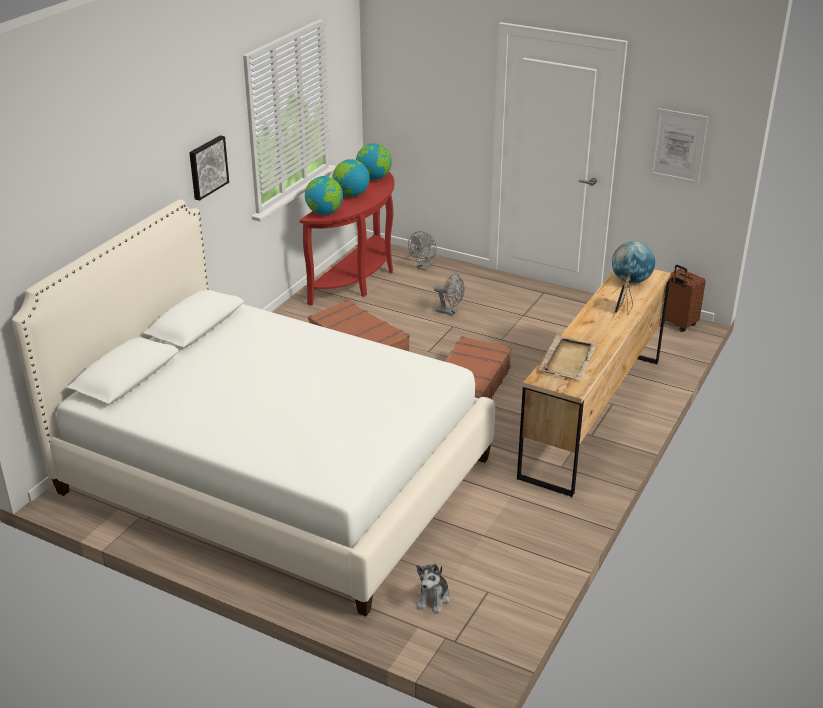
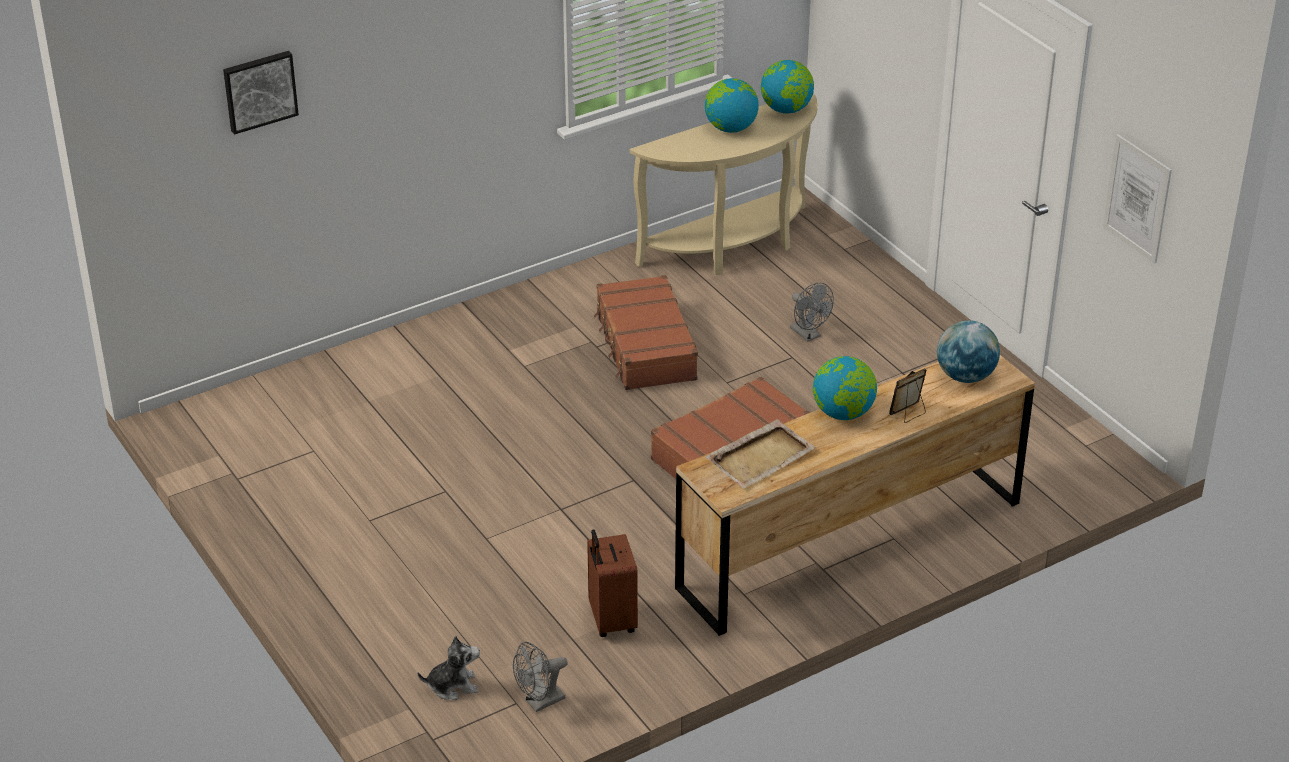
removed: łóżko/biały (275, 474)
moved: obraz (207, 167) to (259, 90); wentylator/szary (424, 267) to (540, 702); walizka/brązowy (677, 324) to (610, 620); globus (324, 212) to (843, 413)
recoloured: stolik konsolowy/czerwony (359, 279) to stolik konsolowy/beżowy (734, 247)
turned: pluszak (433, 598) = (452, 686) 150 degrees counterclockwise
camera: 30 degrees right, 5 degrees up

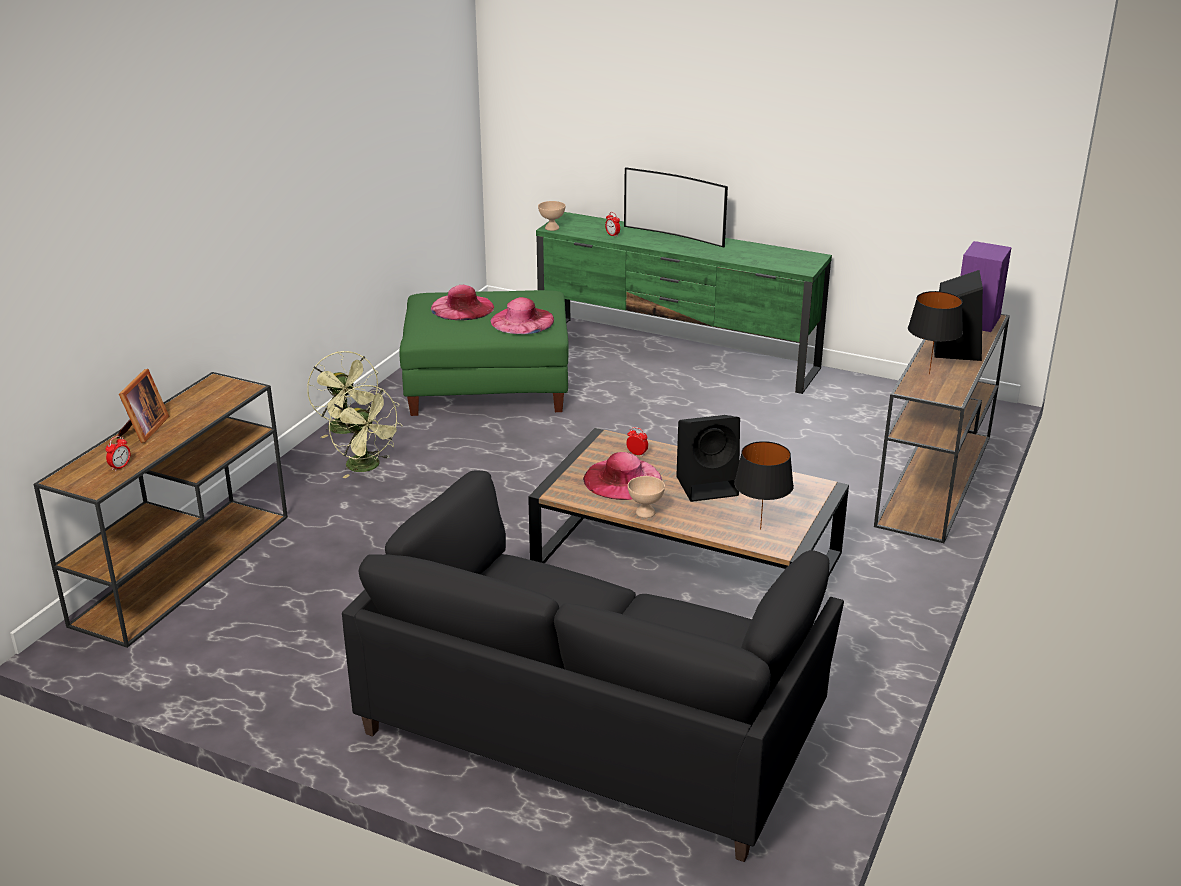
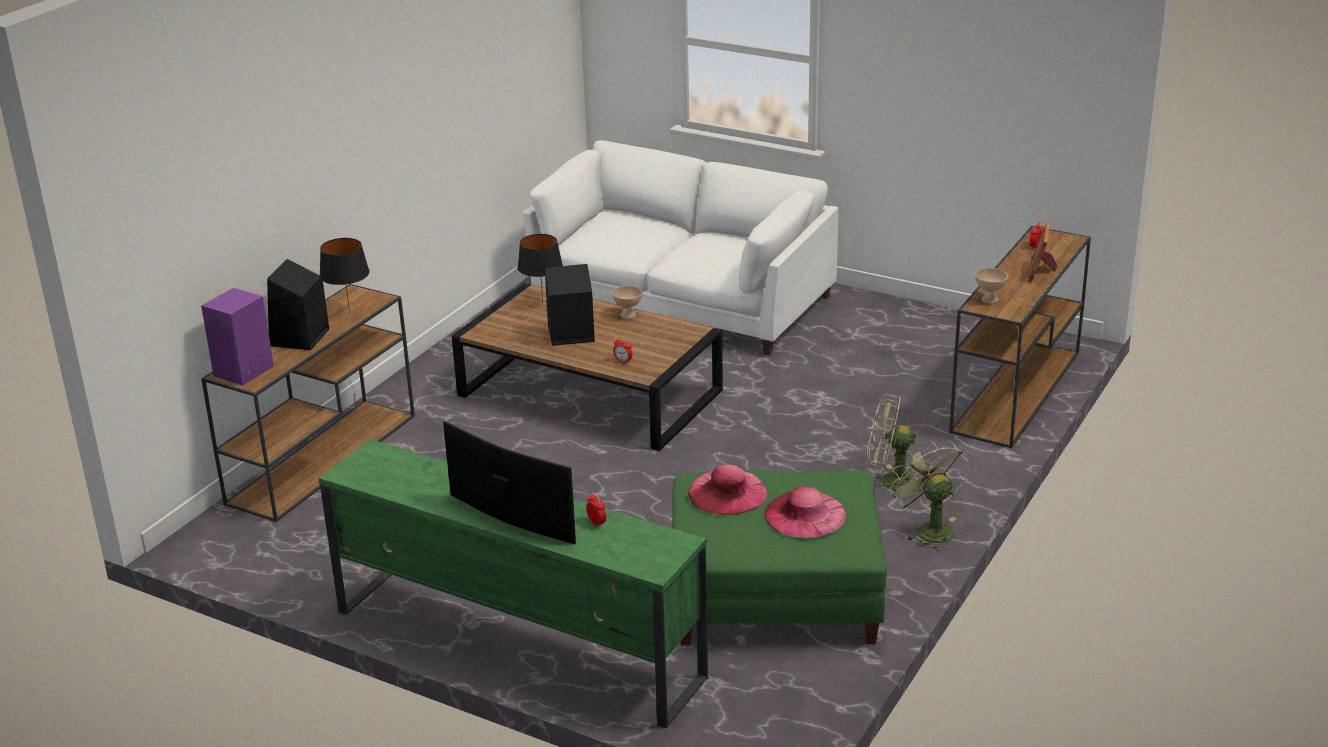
removed: kapelusz/różowy (622, 479)
moved: miska/beżowy (551, 228) to (990, 300)
recoloured: kanapa/czarny (592, 724) to kanapa/biały (683, 299)
turned: wentylator/zielony (368, 467) = (890, 482) 45 degrees counterclockwise
camera: 175 degrees left, 0 degrees up

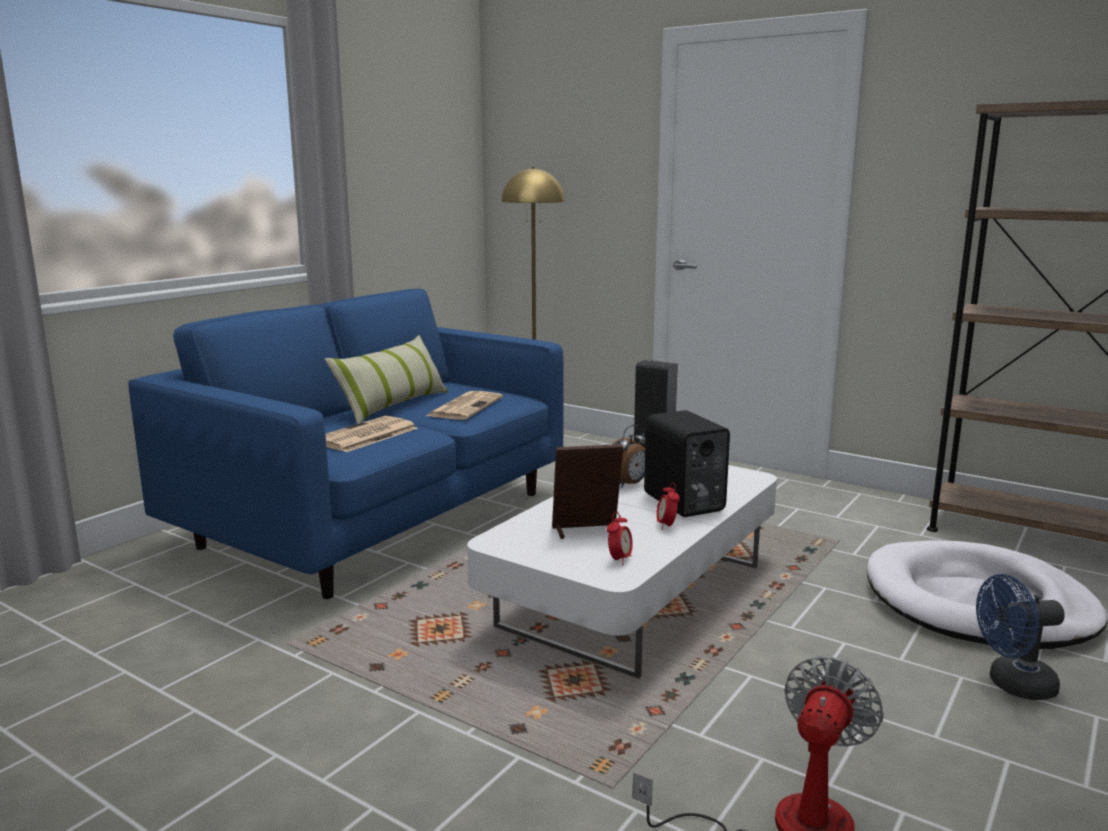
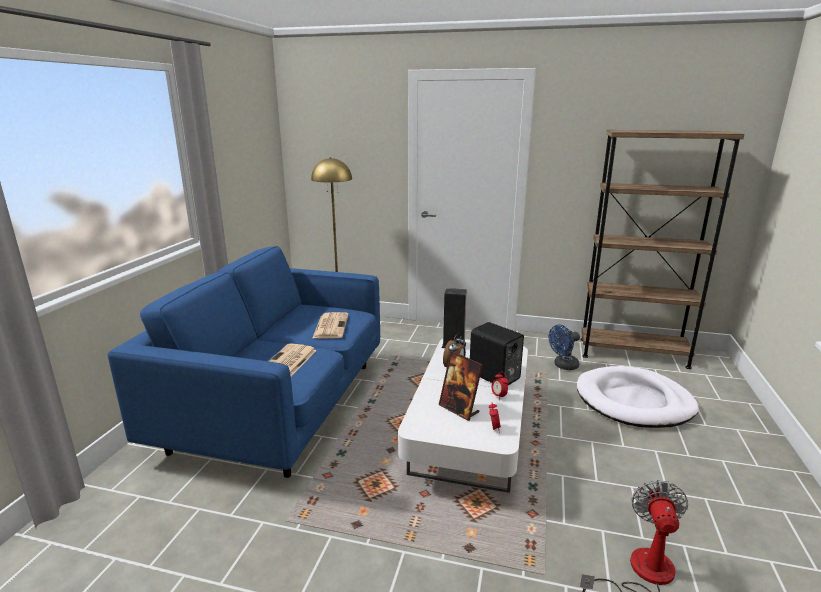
removed: poduszka (393, 406)
moved: wentylator/niebieski (1012, 685) to (563, 366)
turned: ramka na zdjęcie (586, 531) = (459, 409) 105 degrees counterclockwise
camera: 20 degrees left, 5 degrees up

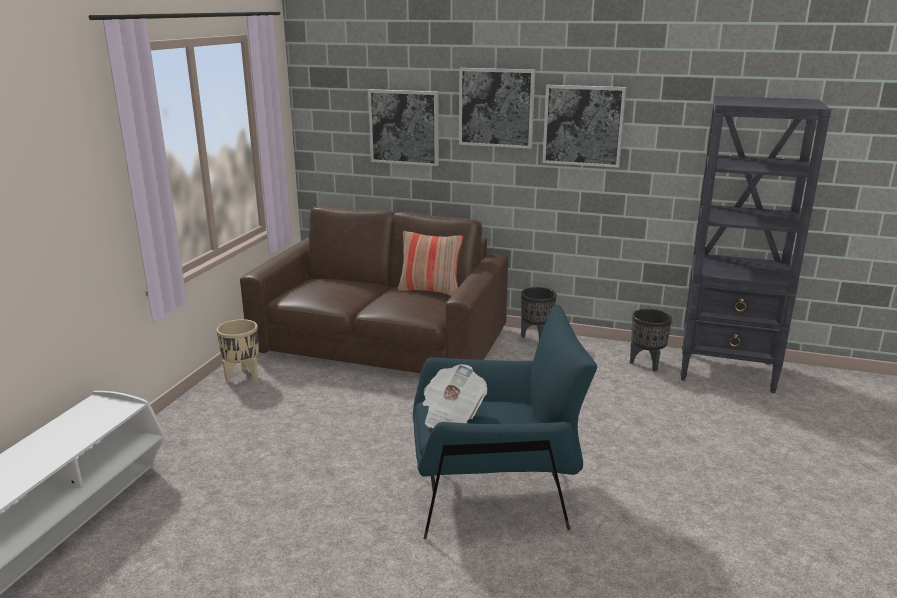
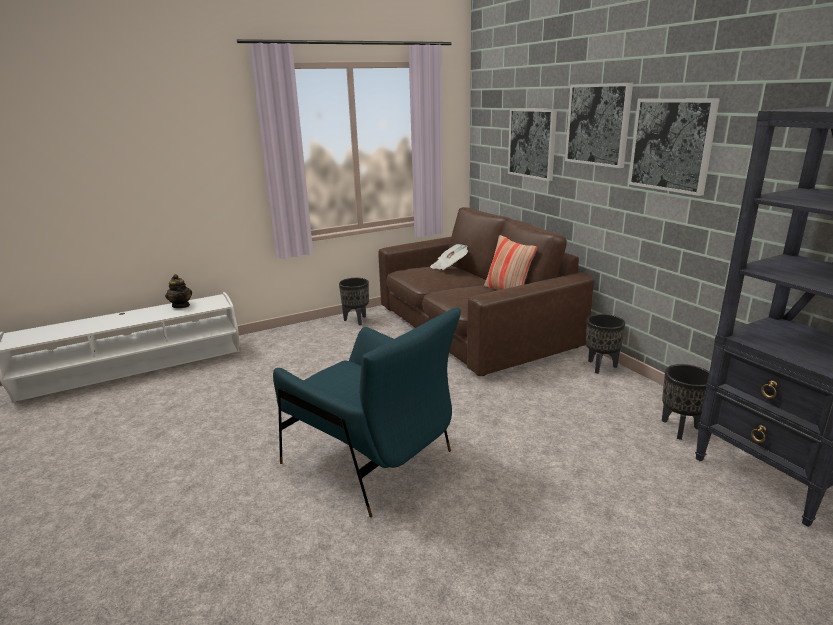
added: imbryk (181, 305)
moved: gazeta (451, 413) to (449, 266)
recoloured: donica/beżowy (243, 376) to donica/czarny (356, 320)
camera: 45 degrees right, 0 degrees up

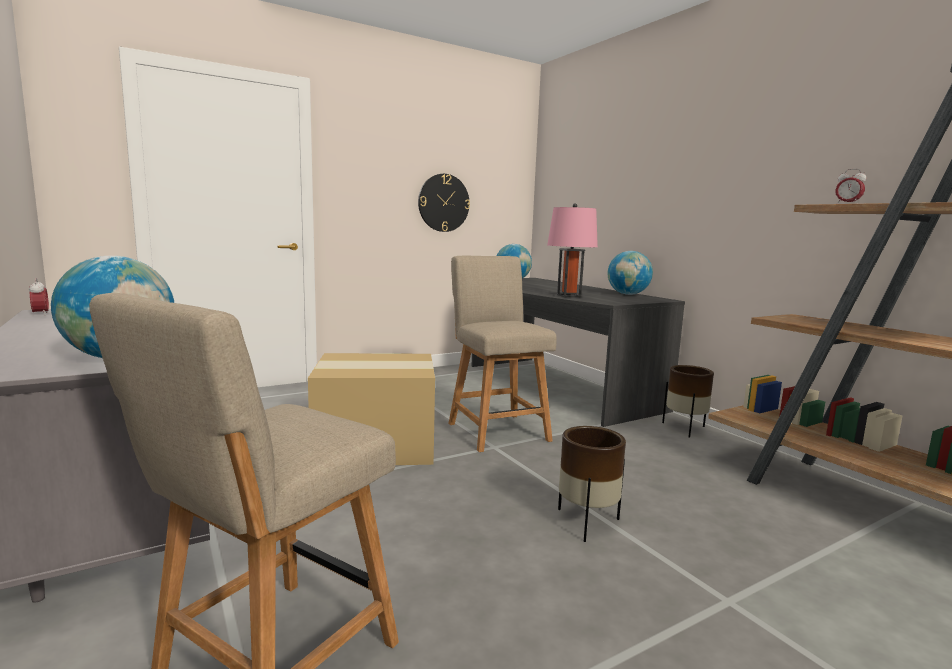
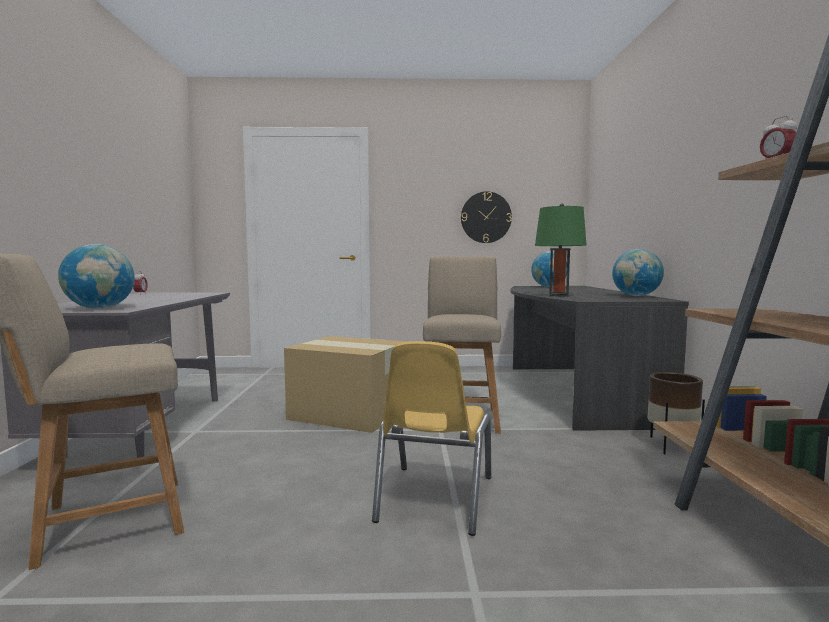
replaced: donica/brązowy (586, 523) to krzesło/żółty (434, 498)
recoloured: lampa stołowa/różowy (569, 296) to lampa stołowa/zielony (558, 295)
camera: 30 degrees right, 5 degrees down

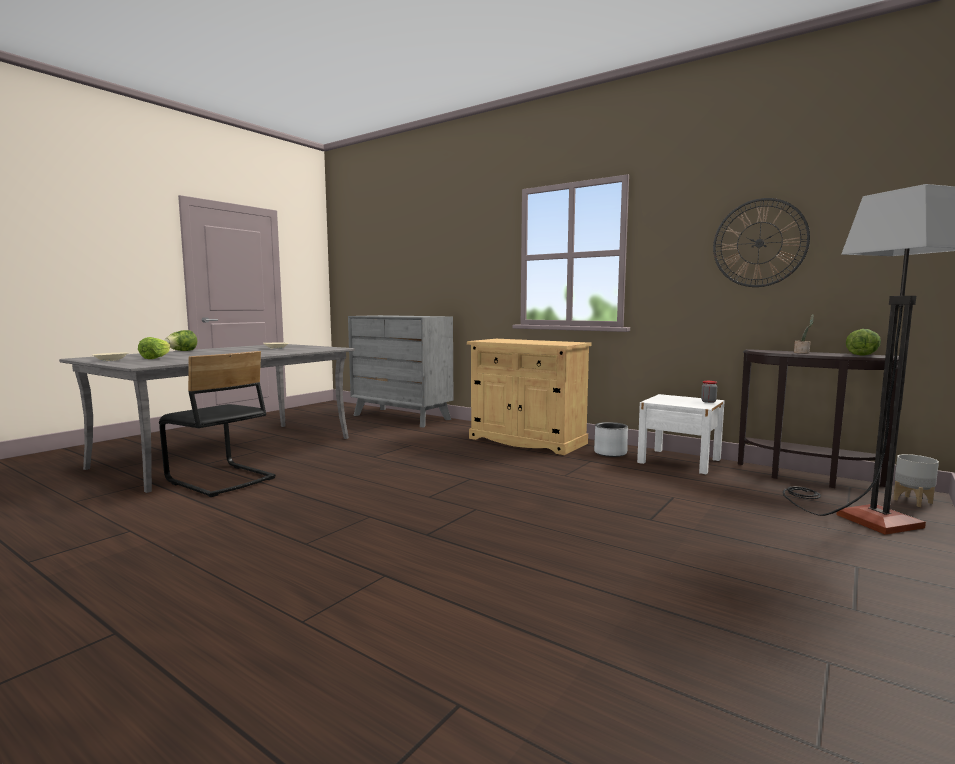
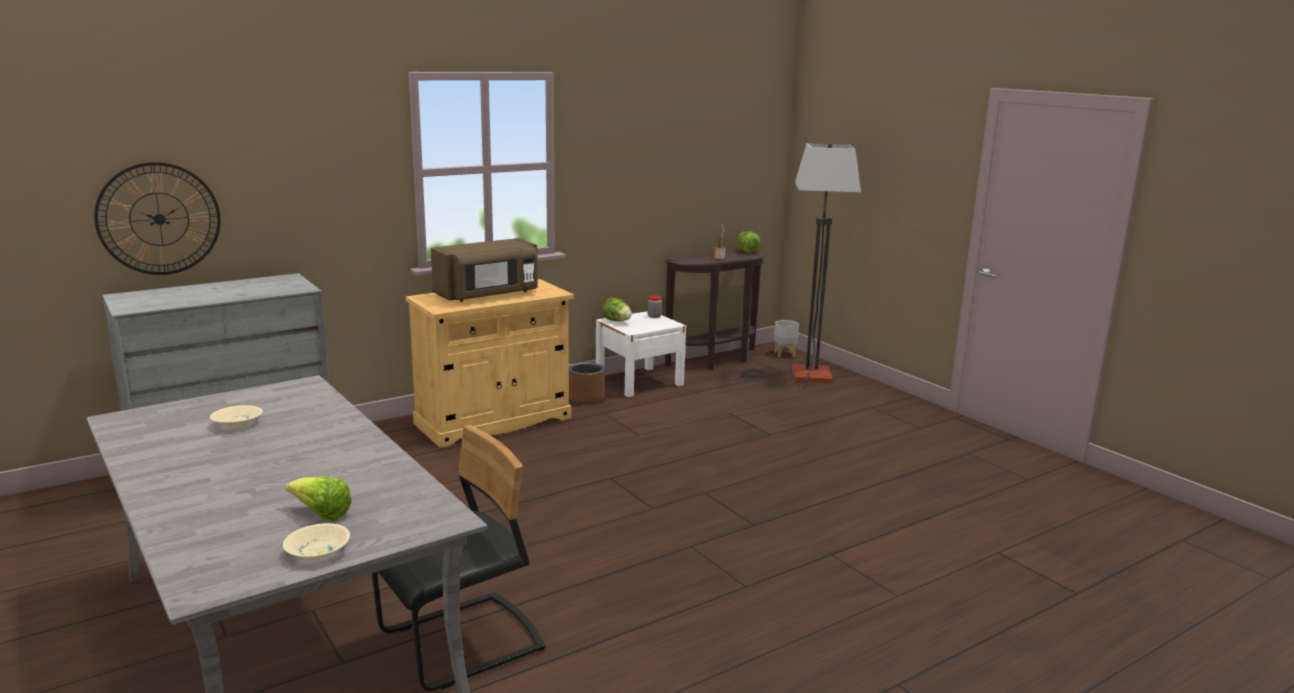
added: mikrofalówka/brązowy (488, 294)
moved: zegar ścienny (759, 243) to (159, 219); sałata (181, 351) to (617, 321)
recoloured: donica/szary (610, 453) to donica/brązowy (586, 398)
camera: 70 degrees left, 10 degrees up

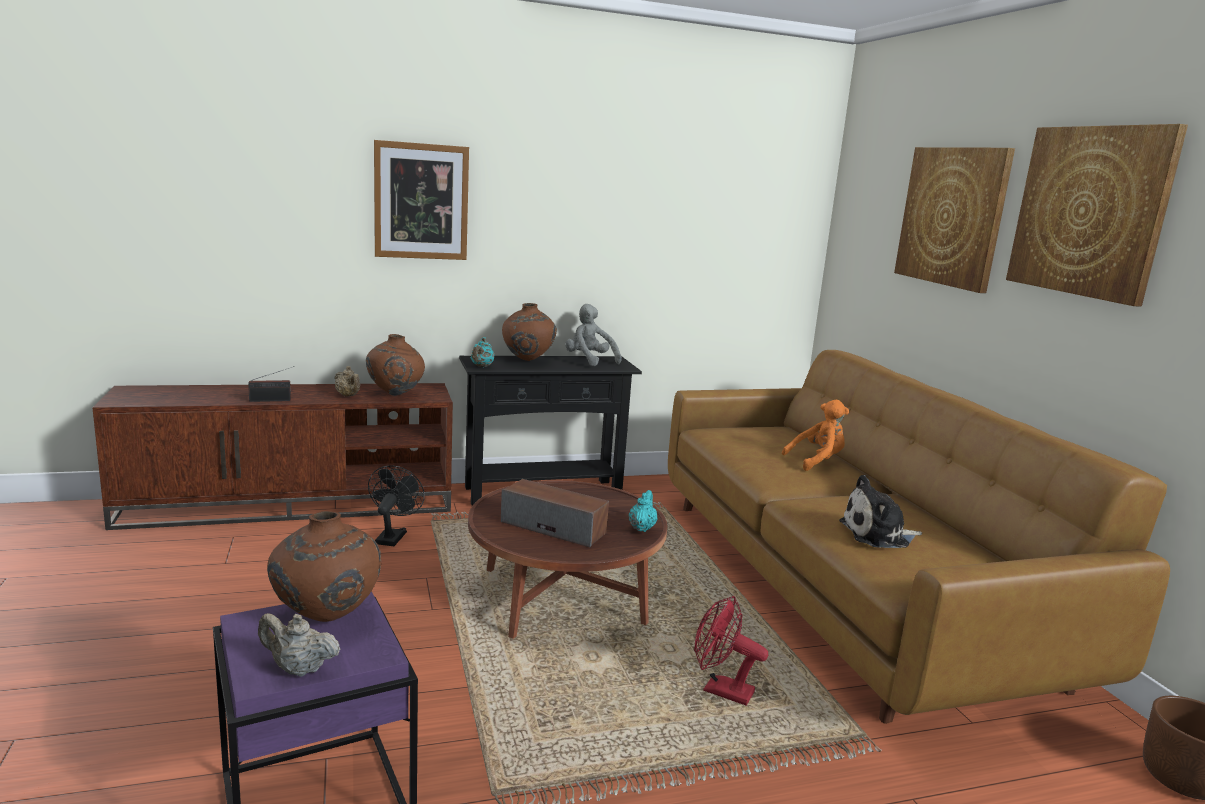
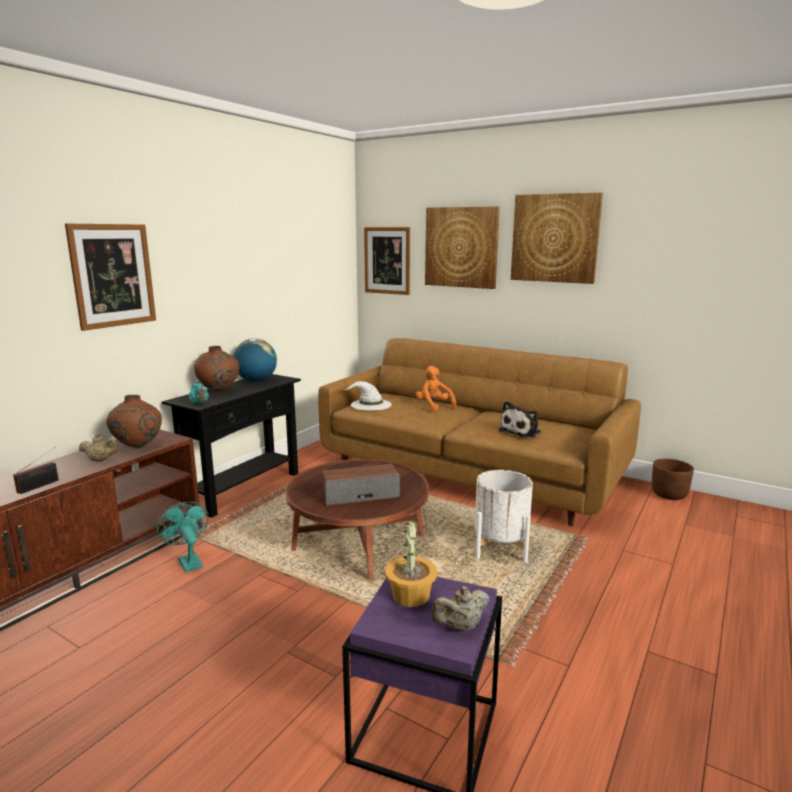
removed: imbryk/turkusowy (642, 528)
added: kapelusz/biały (370, 404); obraz (387, 260)
replaced: pluszak/szary (589, 361) to globus (256, 381); wazon/brązowy (326, 619) to roślina doniczkowa (411, 595); wentylator/czerwony (720, 690) to donica/biały (500, 548)
recoloured: wentylator/czarny (392, 536) to wentylator/turkusowy (188, 561)
turned: pluszak/pomarańczowy (817, 461) = (434, 406) 60 degrees counterclockwise
camera: 40 degrees left, 0 degrees up

